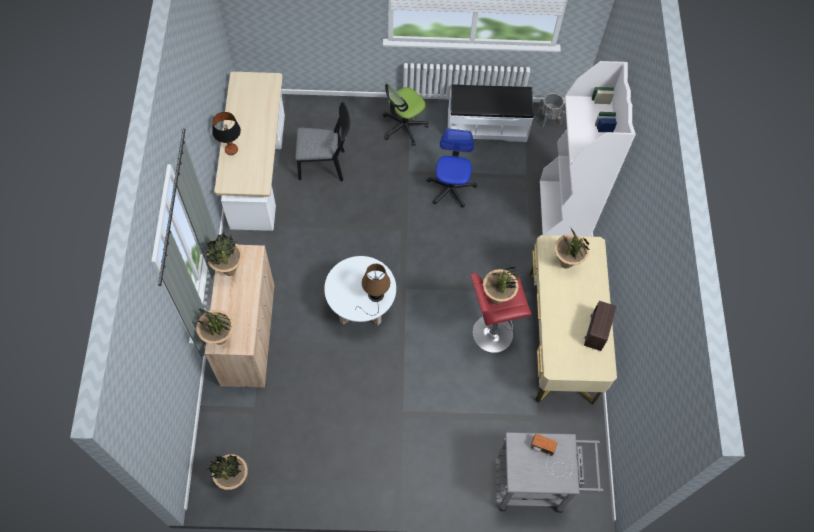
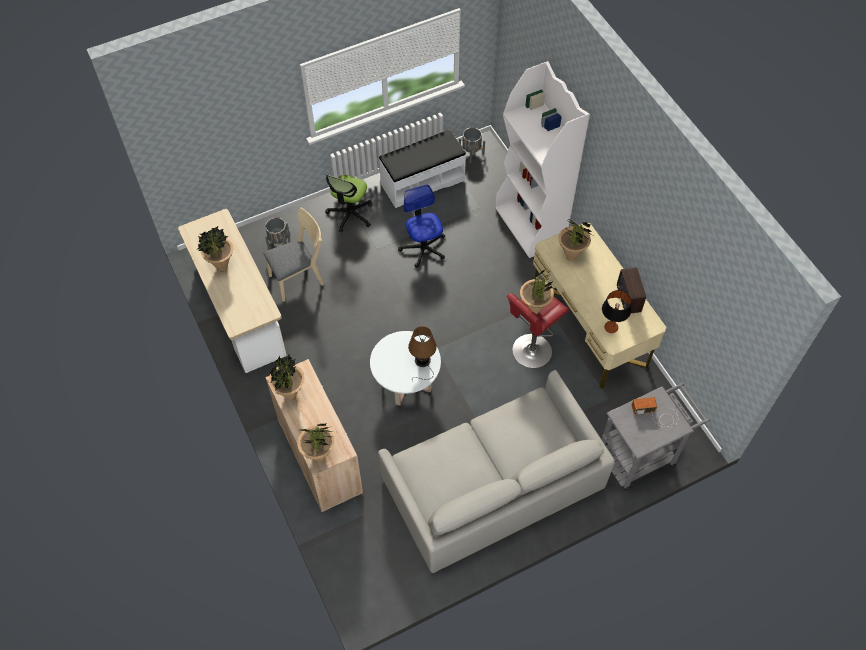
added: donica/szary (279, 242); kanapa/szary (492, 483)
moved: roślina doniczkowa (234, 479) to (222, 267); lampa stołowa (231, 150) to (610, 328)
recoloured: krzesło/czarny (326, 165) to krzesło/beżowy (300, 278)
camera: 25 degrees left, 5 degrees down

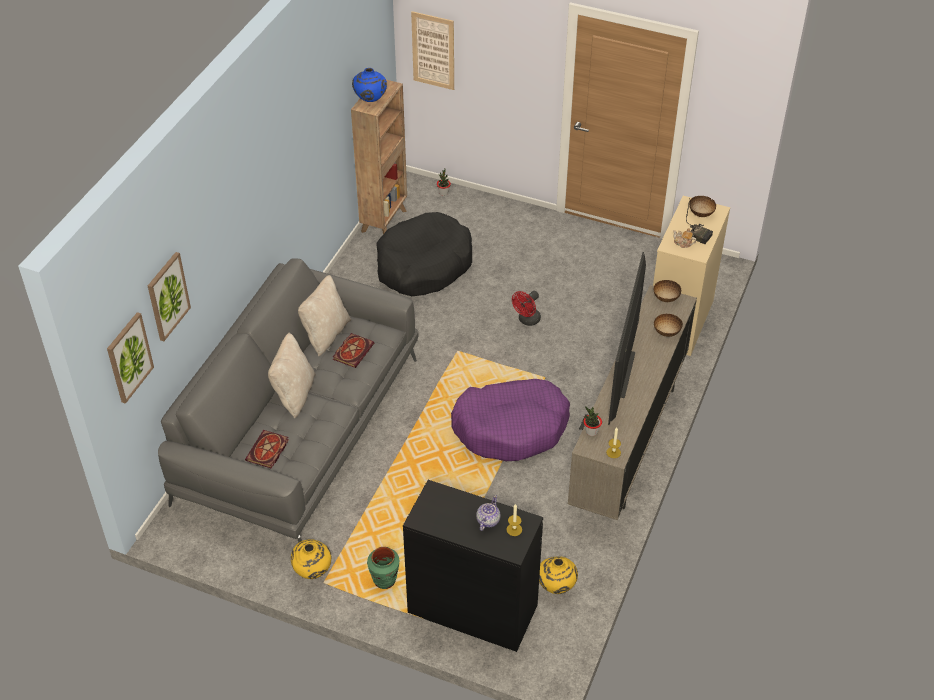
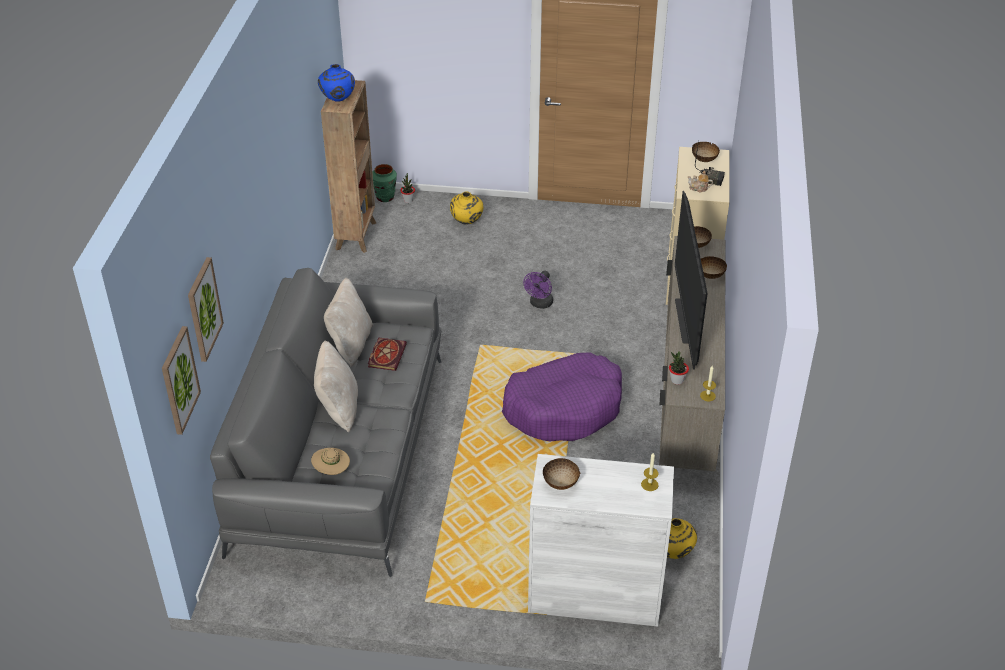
removed: legowisko/czarny (423, 265); obraz (433, 50); imbryk (487, 521)
added: miska (560, 483)
moved: wazon/zielony (384, 580) to (385, 197); wazon/żółty (313, 571) to (467, 222)
replaced: książka (267, 451) to kapelusz/beżowy (332, 471)
recoloured: wentylator/czerwony (527, 320) to wentylator/fioletowy (540, 304); szafka/czarny (472, 609) to szafka/biały (595, 593)
camera: 15 degrees left, 5 degrees down

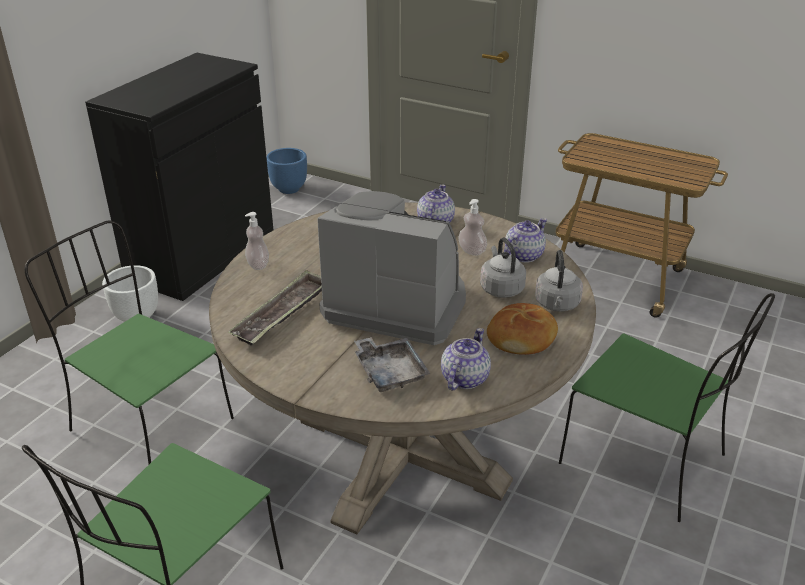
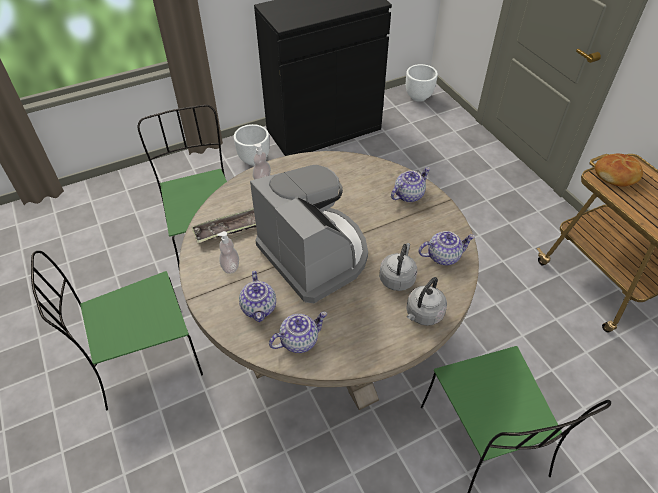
moved: dozownik mydła (472, 251) to (230, 266); chleb (522, 338) to (616, 175)
replaced: taca/szary (389, 372) to imbryk (259, 308)
recoloured: donica/niebieski (289, 189) to donica/biały (419, 97)
camera: 35 degrees right, 15 degrees up

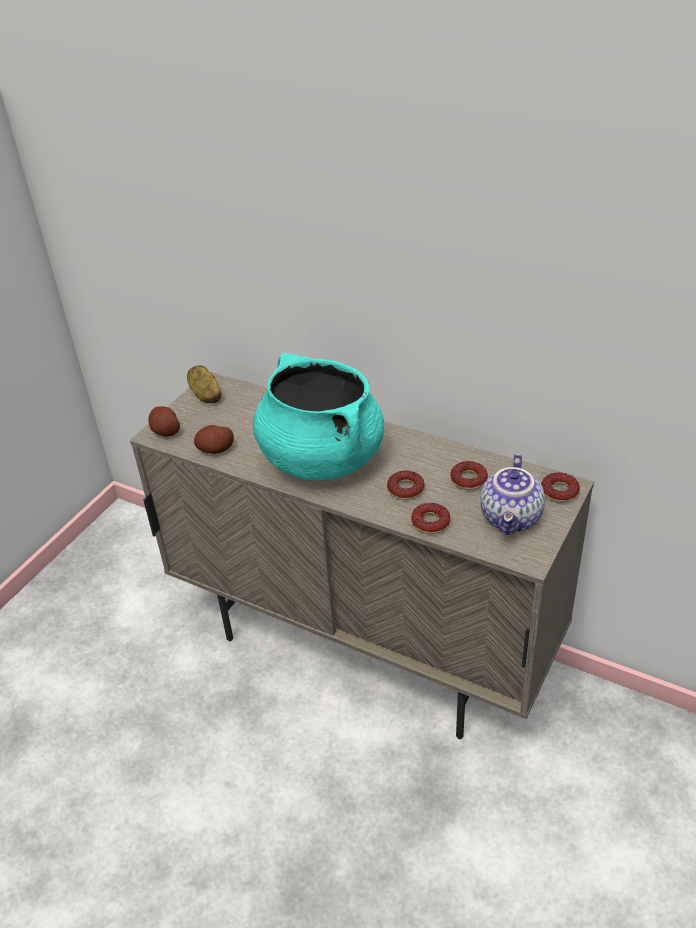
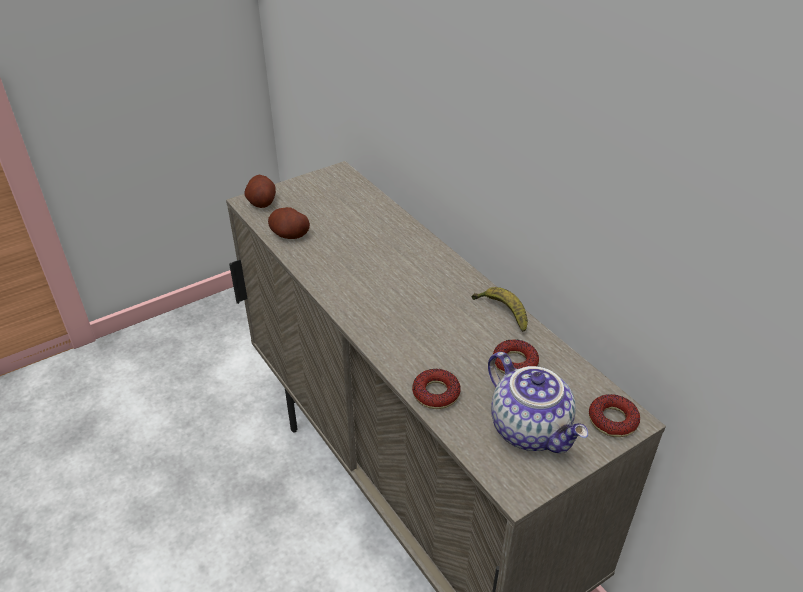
removed: ziemniak (205, 395); garnek/turkusowy (320, 458); donut (406, 489)
added: banan (502, 313)
turned: imbryk (512, 519) = (531, 429) 75 degrees counterclockwise
camera: 25 degrees right, 0 degrees up

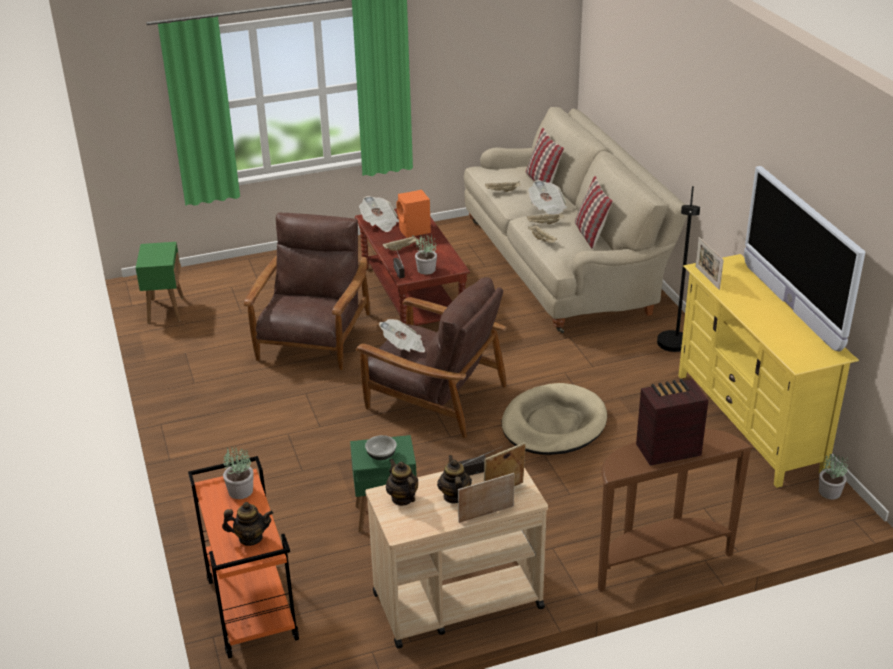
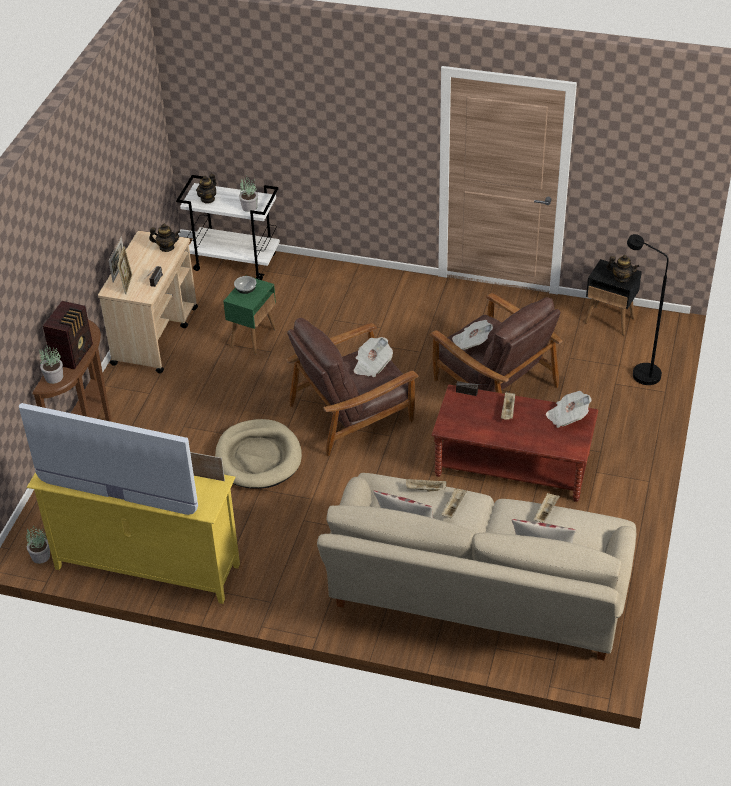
removed: głośnik/pomarańczowy (414, 231)
moved: roślina doniczkowa (426, 269) to (53, 377); gazeta (547, 208) to (471, 343); imbryk (454, 496) to (621, 278); lampa stojąca/czarny (673, 348) to (639, 372)
recoloured: wózek/pomarańczowy (250, 609) to wózek/biały (235, 262); stolik/zielony (165, 309) to stolik/czarny (610, 320)
camera: 125 degrees right, 10 degrees up

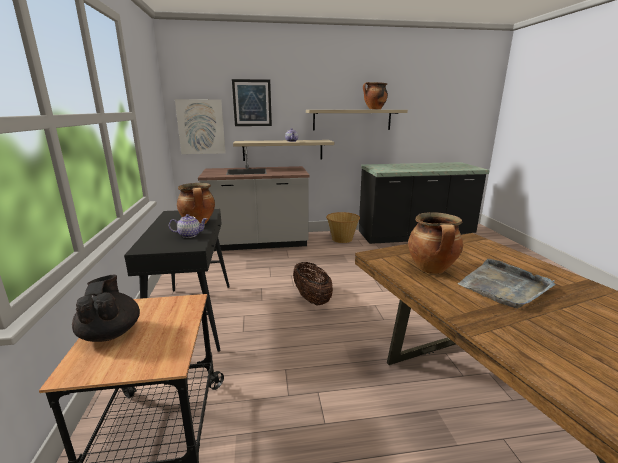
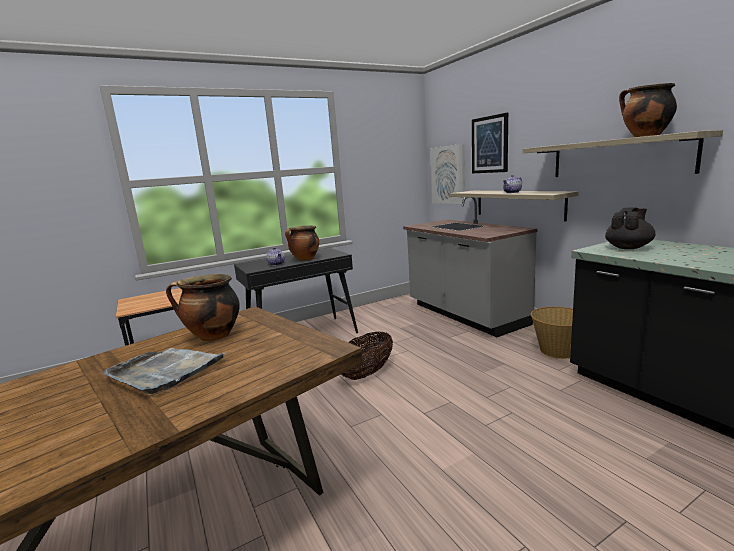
moved: imbryk/czarny (110, 333) to (628, 248)
camera: 70 degrees right, 5 degrees down

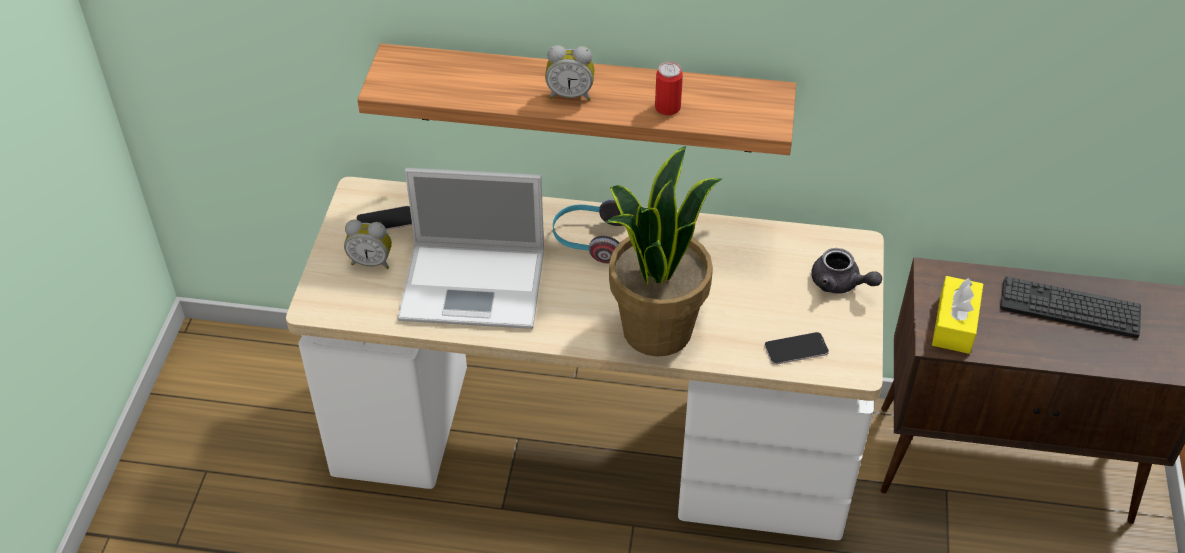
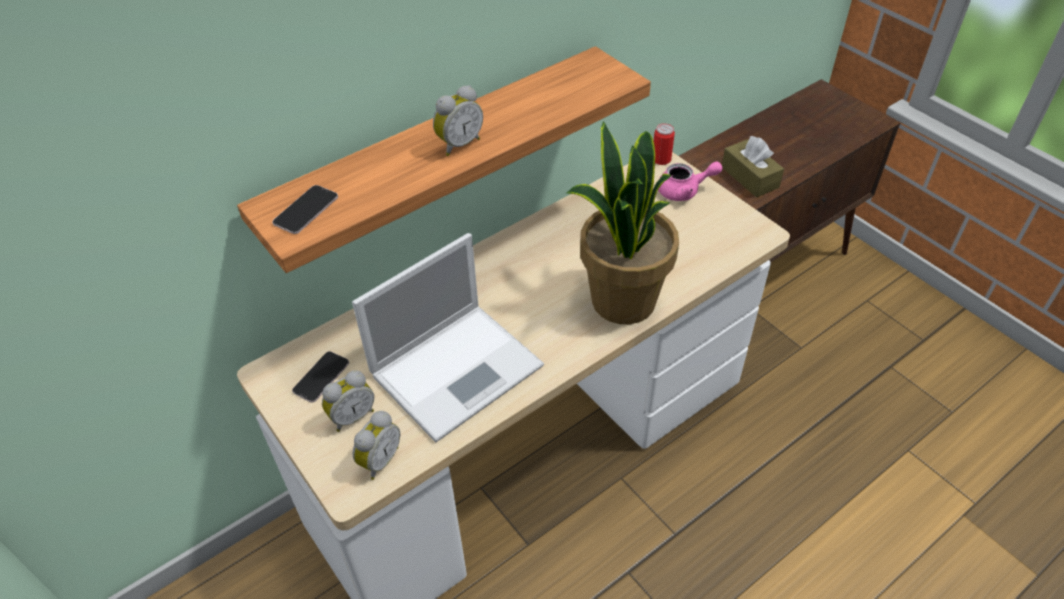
removed: słuchawki (590, 239); klawiatura (1069, 308)
added: budzik (378, 460)
moved: telefon (796, 349) to (306, 210); puszka (667, 107) to (661, 159)
recoloured: imbryk/szary (840, 284) to imbryk/różowy (684, 191); pudełko chusteczek/żółty (954, 324) to pudełko chusteczek/brązowy (749, 177)
camera: 45 degrees left, 0 degrees up

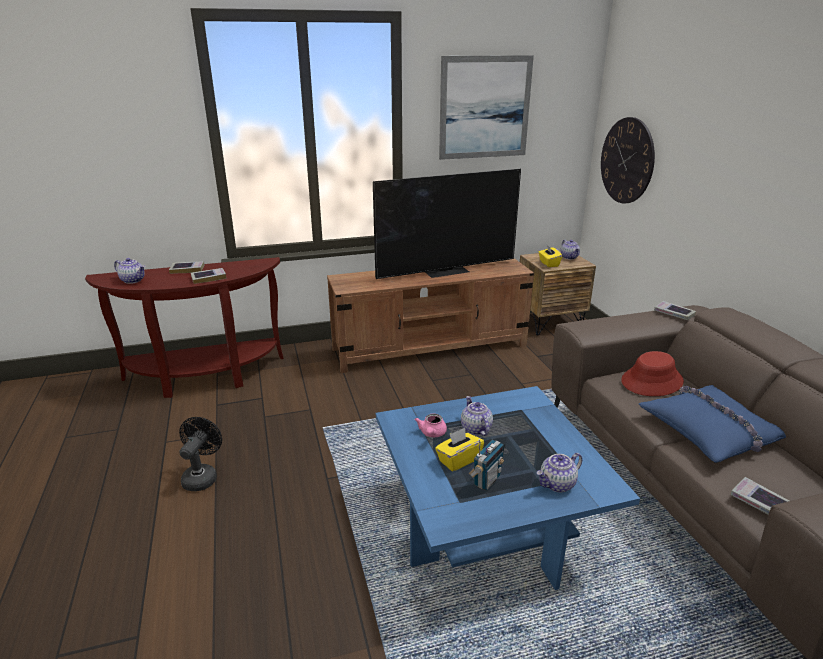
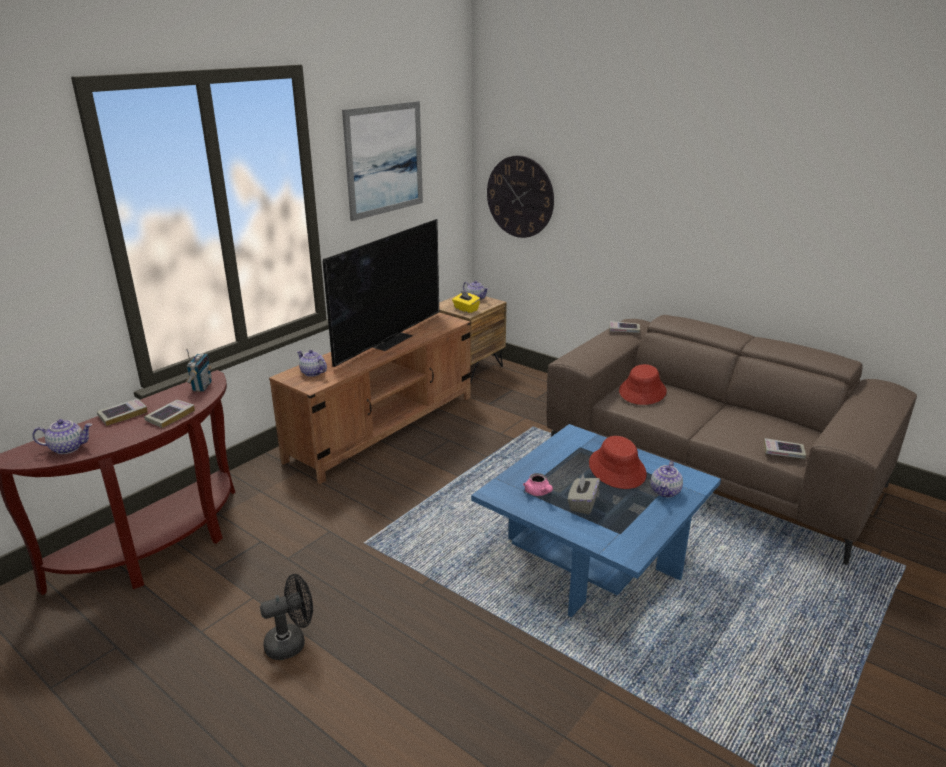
removed: poduszka/niebieski (710, 431)
added: kapelusz/czerwony (617, 469)
moved: radio (486, 480) to (201, 386); imbryk (475, 428) to (312, 373)
recoloured: pudełko chusteczek/żółty (458, 460) to pudełko chusteczek/szary (582, 504)
turned: wentylator/czarny (202, 476) = (292, 642) 90 degrees clockwise
camera: 35 degrees left, 0 degrees up

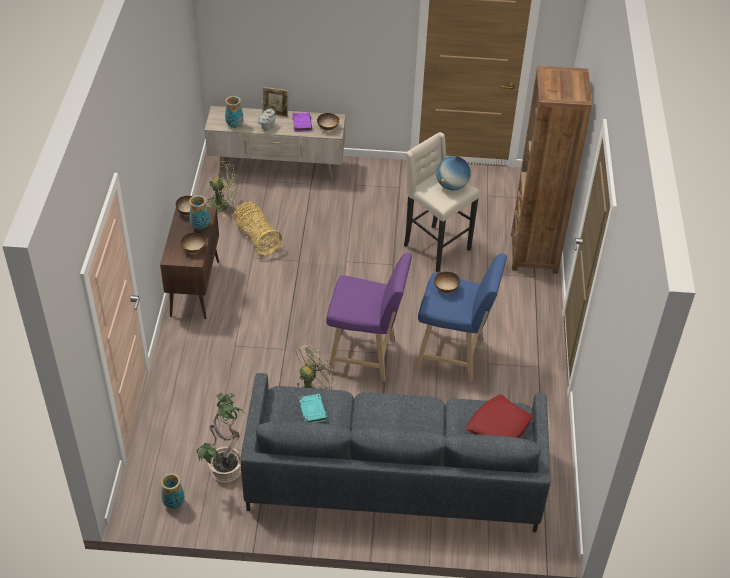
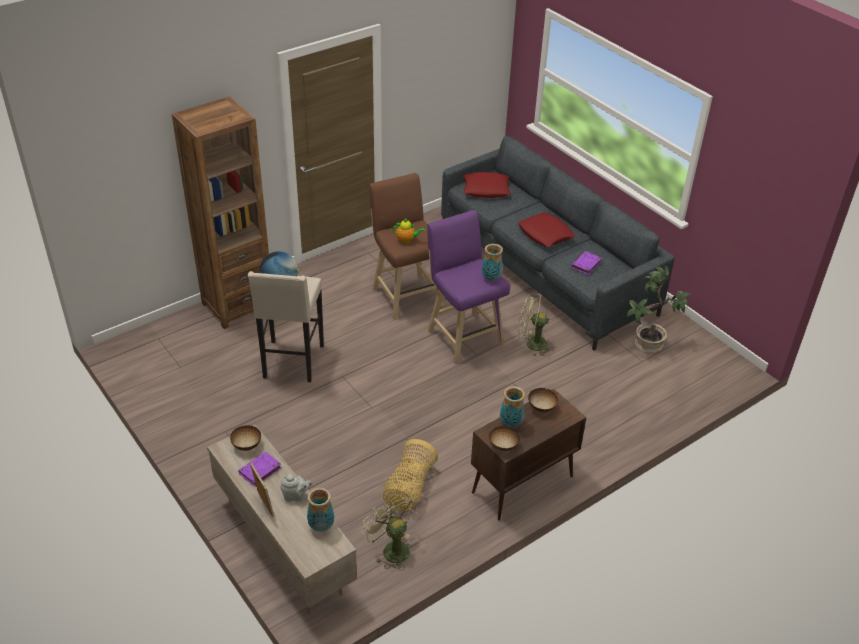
added: poduszka/czerwony (545, 234)
moved: wazon (174, 504) to (491, 278)
replaced: miska (446, 288) to imbryk (407, 240)
recoloured: stołek/niebieski (453, 355) to stołek/brązowy (406, 294); książka/turkusowy (312, 410) to książka/fioletowy (586, 265)
camera: 130 degrees left, 5 degrees down

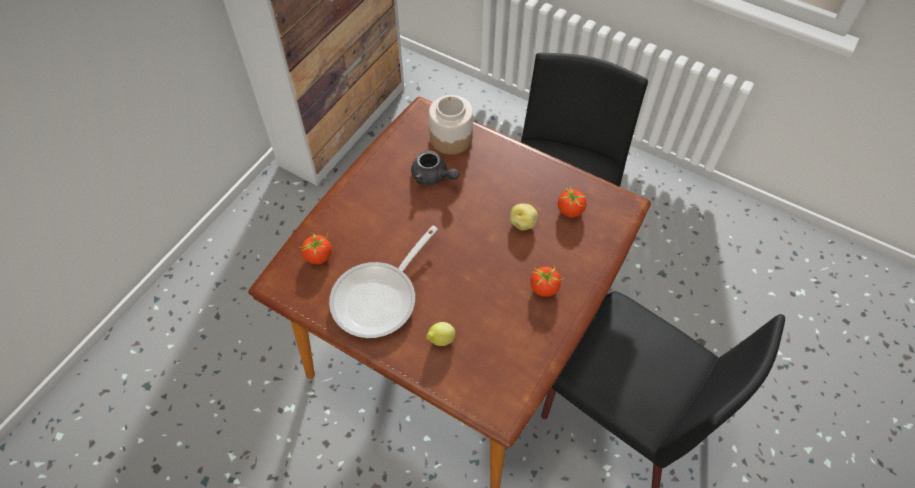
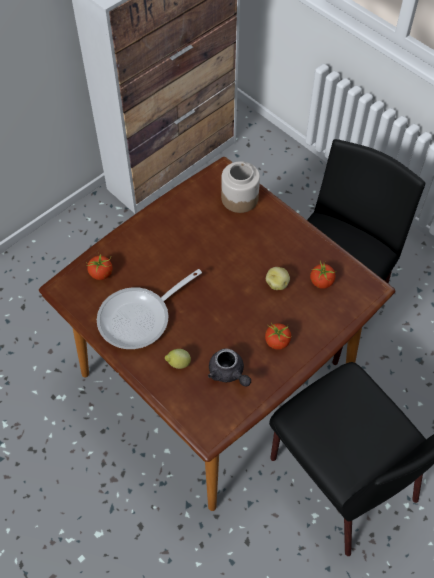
moved: imbryk/szary (433, 177) to (228, 373)
camera: 15 degrees right, 0 degrees up

